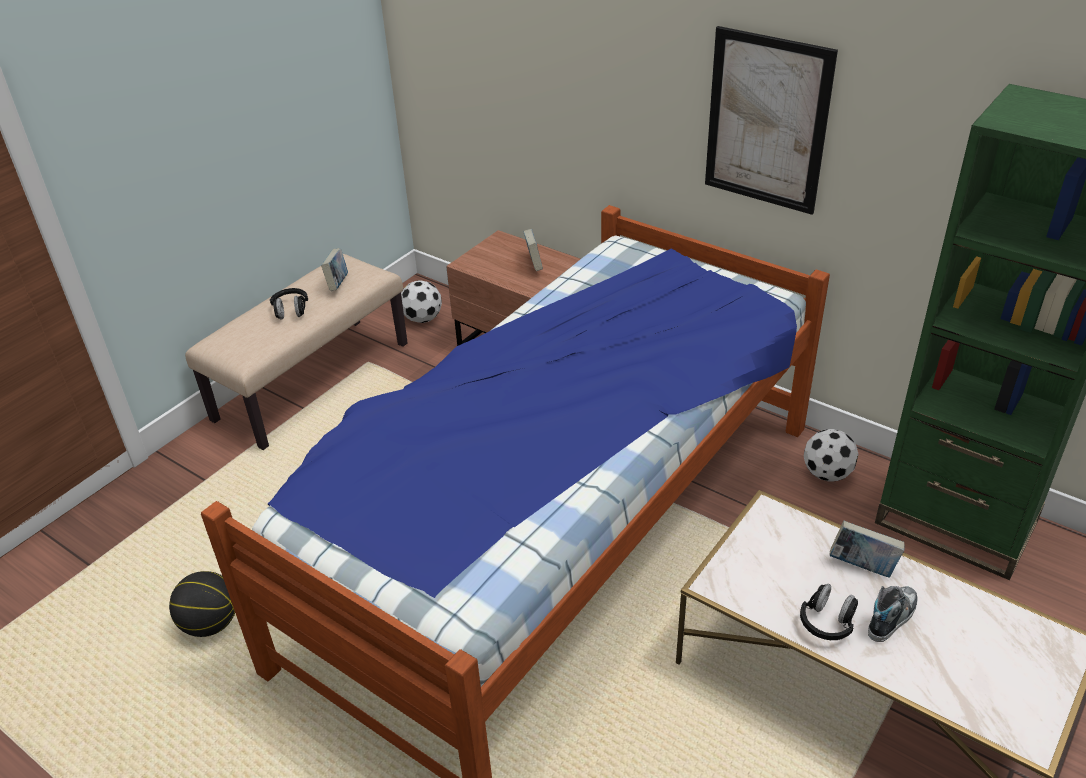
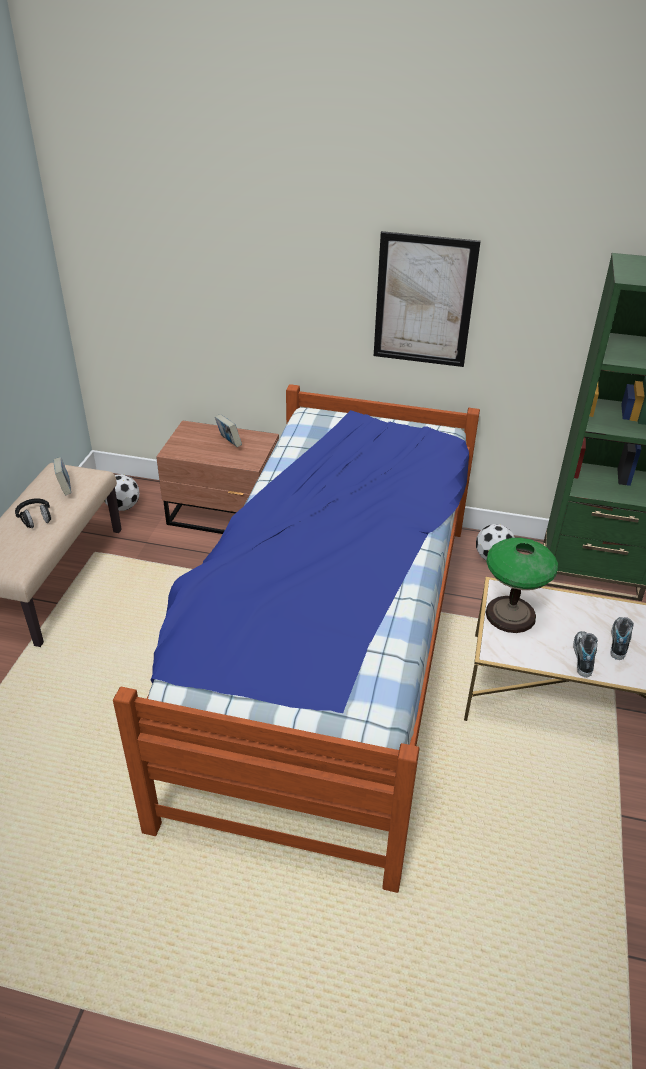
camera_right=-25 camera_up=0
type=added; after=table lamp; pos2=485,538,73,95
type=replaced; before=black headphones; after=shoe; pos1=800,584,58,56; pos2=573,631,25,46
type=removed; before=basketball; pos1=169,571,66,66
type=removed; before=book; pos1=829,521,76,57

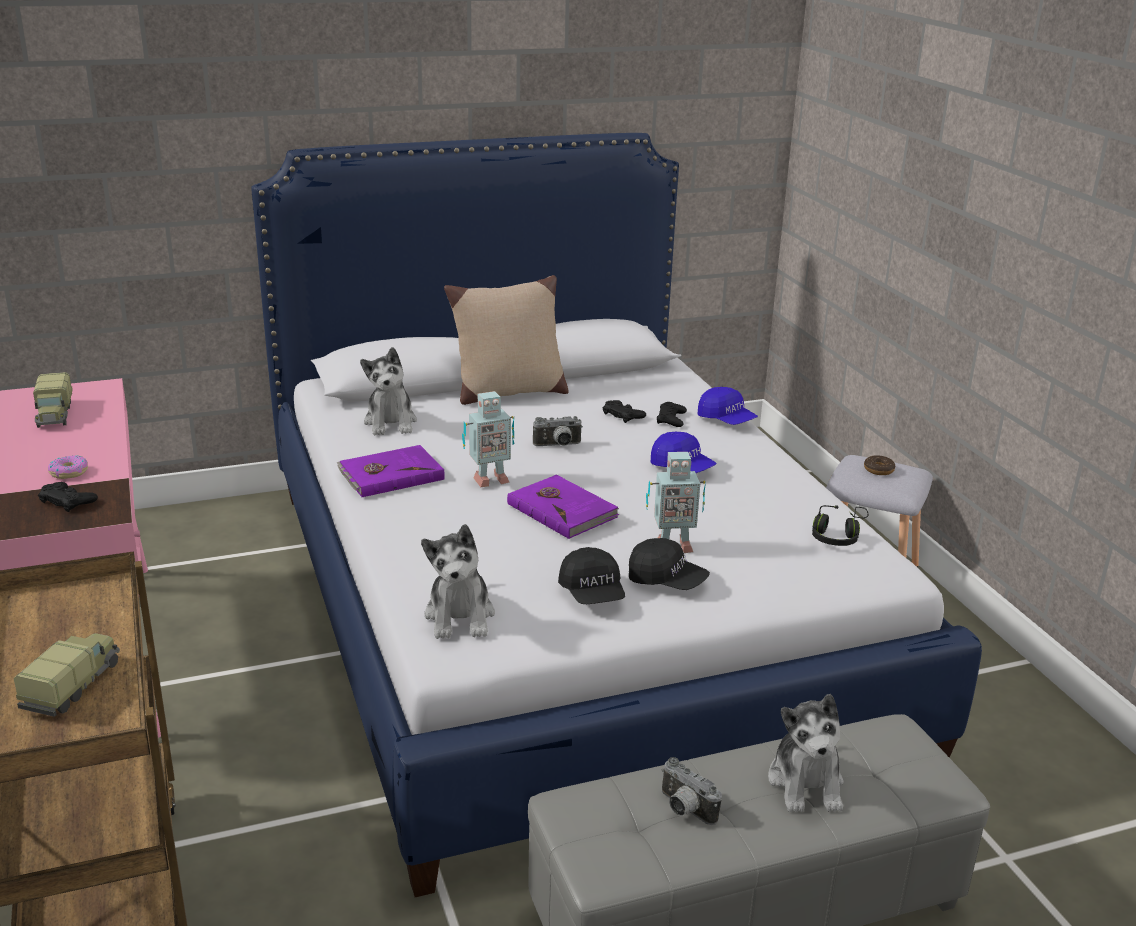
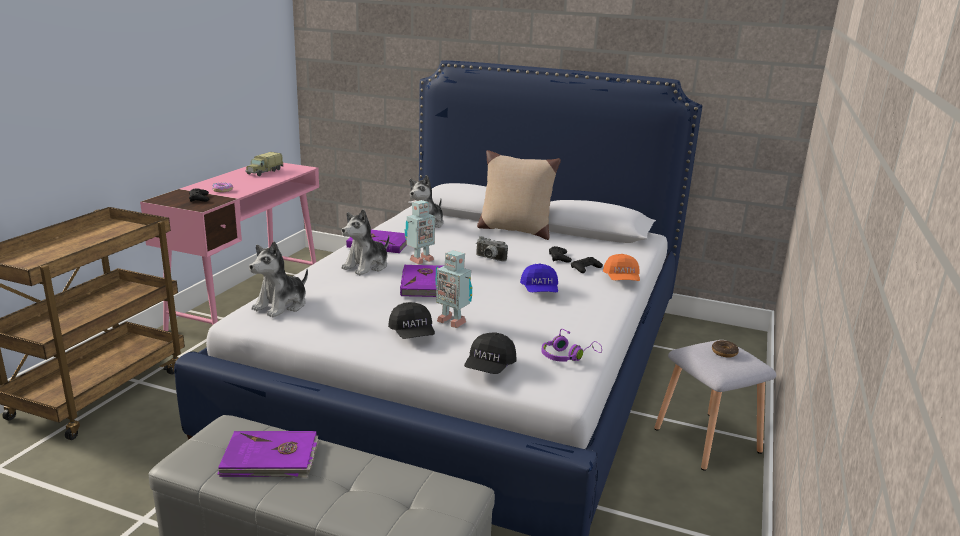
camera_right=40 camera_up=-5
type=replaced; before=photo camera; after=purple book; pos1=662,757,60,68; pos2=217,431,102,46
type=moved; before=plush toy; pos1=768,694,76,118; pos2=341,209,48,66
type=turned; before=toy robot; pos1=462,391,52,96; pos2=405,200,30,64; turn=-60
type=moved; before=black cap; pos1=558,547,67,57; pos2=464,333,52,41
type=recoloured; before=black headphones; after=purple headphones; pos1=812,505,57,41; pos2=541,329,61,33
type=recoloured; before=blue cap; after=orange cap; pos1=698,387,60,38; pos2=603,254,37,27
type=removed; before=toy truck; pos1=14,633,106,84

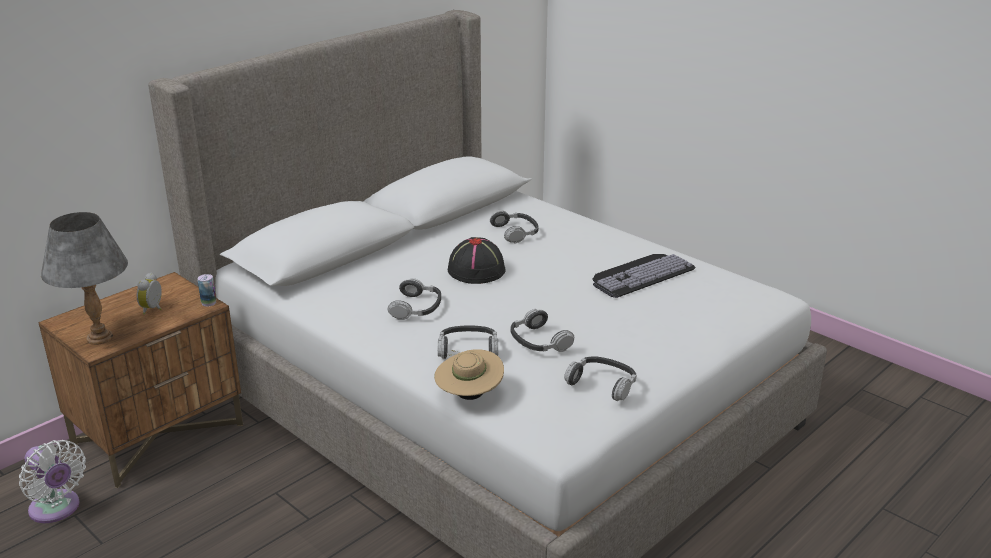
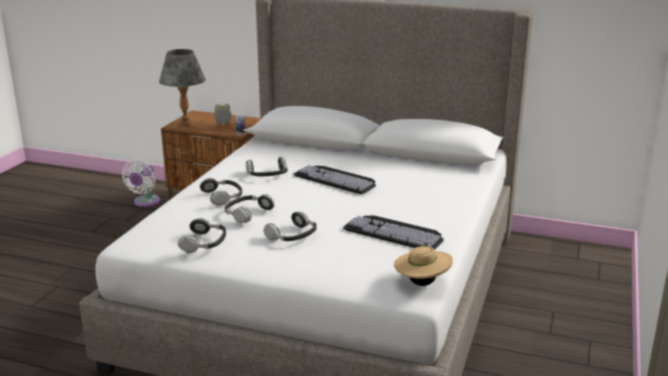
camera_right=65 camera_up=-5
type=moved; before=headphones; pos1=490,210,49,33; pos2=263,211,54,30
type=replaced; before=black hat; after=keyboard; pos1=448,237,58,47; pos2=293,165,83,29
type=moved; before=beige hat; pos1=434,349,70,51; pos2=394,241,59,45

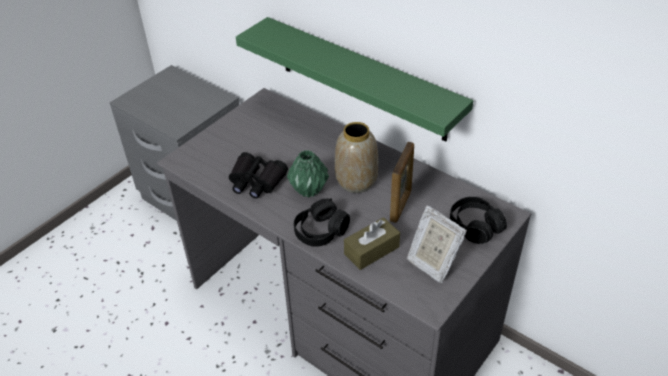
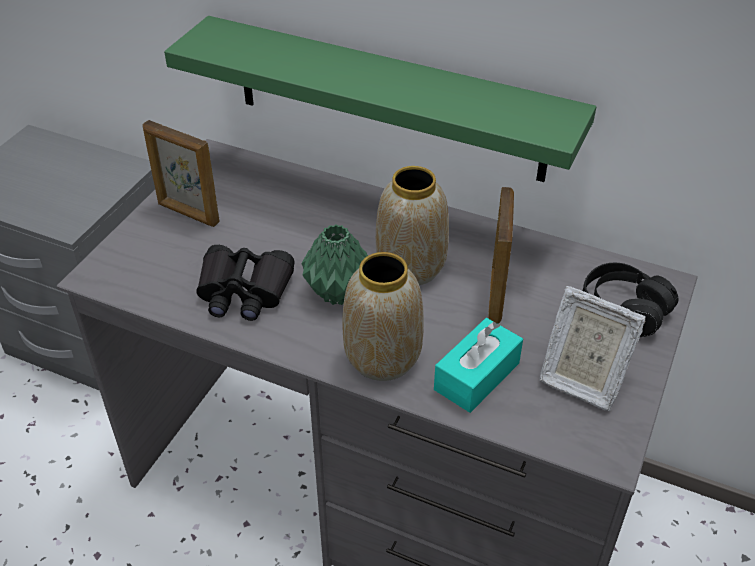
camera_right=-15 camera_up=0
type=added; after=picture frame; pos2=143,120,77,107
type=replaced; before=black headphones; after=vase; pos1=294,198,56,49; pos2=342,252,82,129
type=recoloured; before=brown tissue box; after=turquoise tissue box; pos1=344,217,56,53; pos2=434,318,89,95

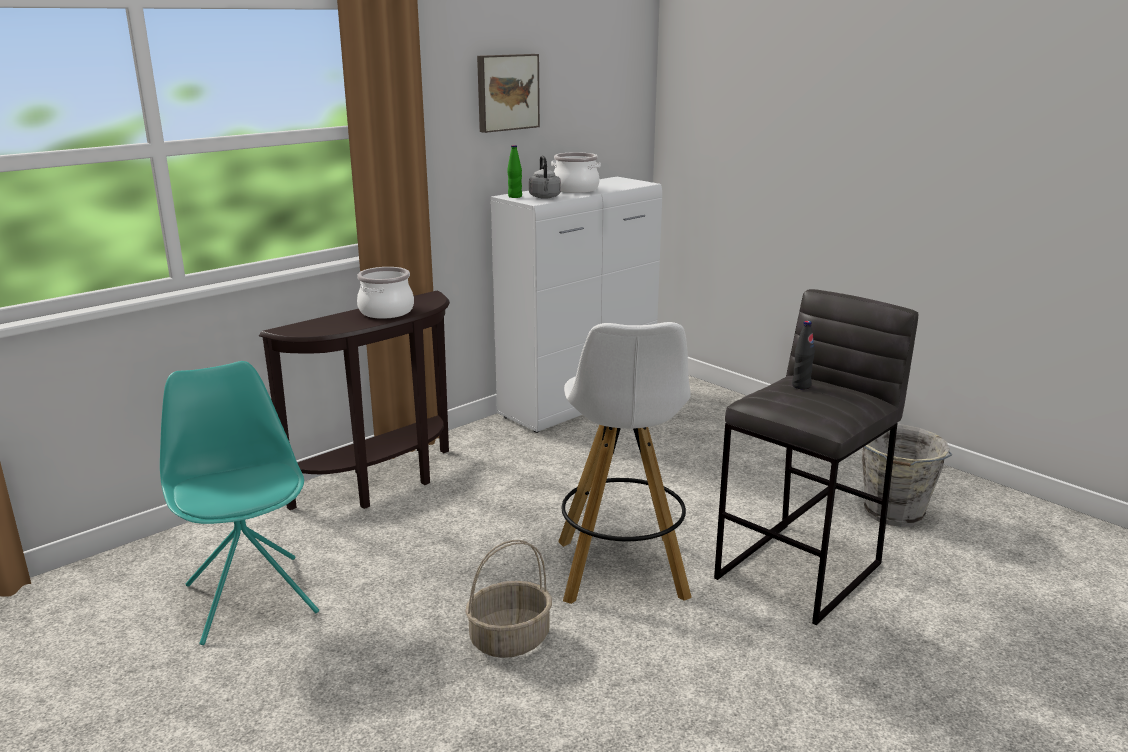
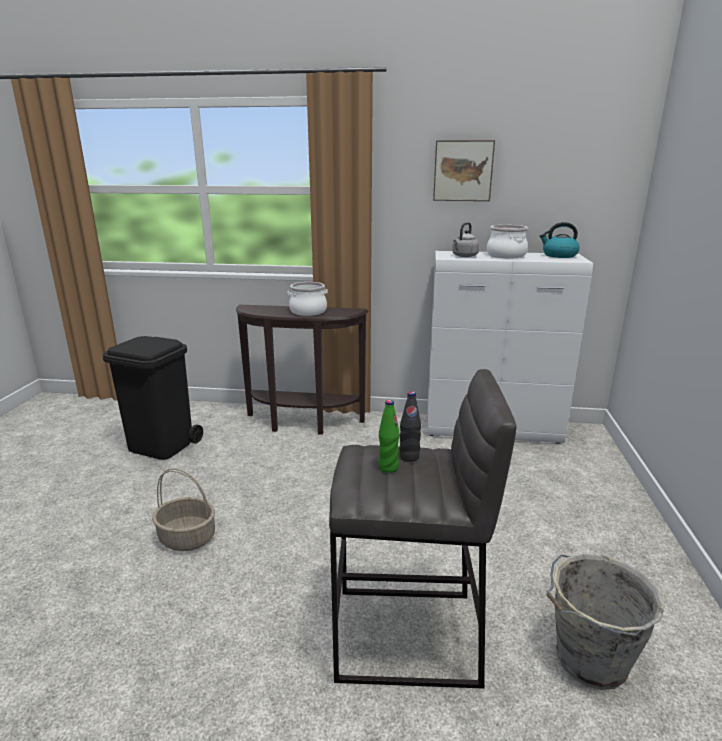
camera_right=50 camera_up=0
type=replaced; before=turquoise chair; after=black trash can; pos1=160,361,159,284; pos2=103,336,100,124
type=moved; before=green bottle; pos1=507,145,15,53; pos2=378,400,22,73
type=added; after=kettle; pos2=540,222,40,36
type=removed; before=white stool; pos1=558,322,134,282

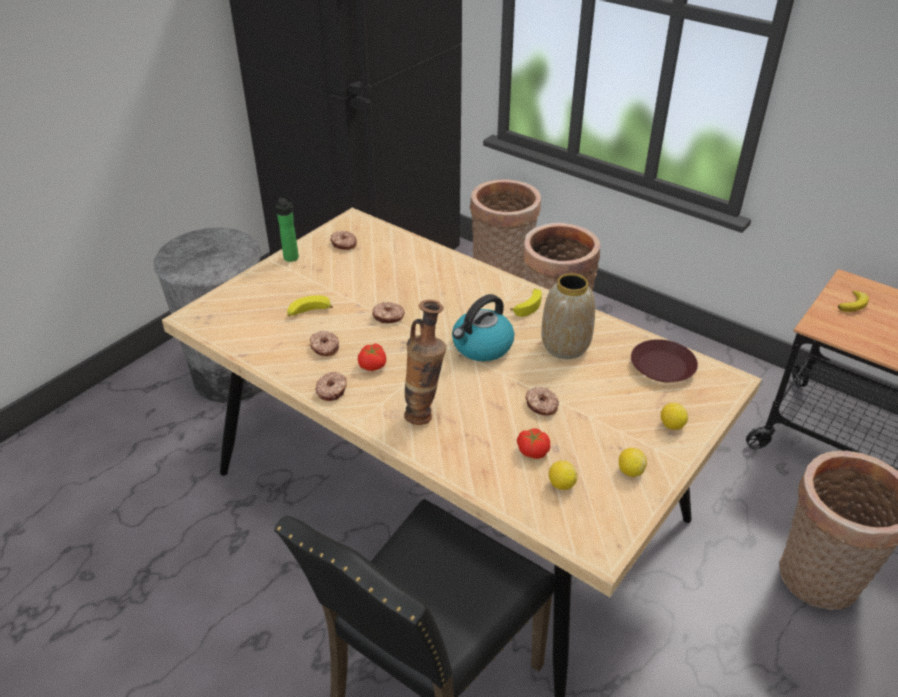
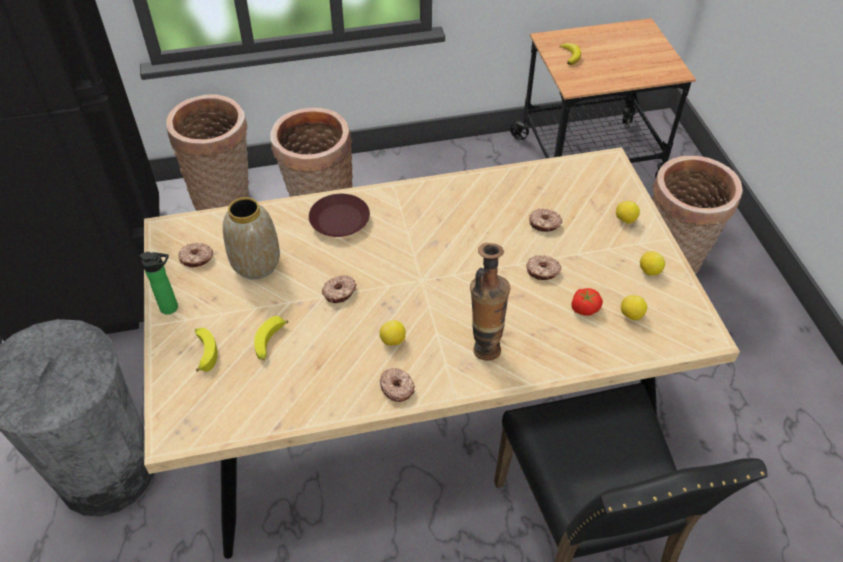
camera_right=-50 camera_up=10
type=moved; before=banana; pos1=510,289,32,28; pos2=195,328,23,44
type=moved; before=vase; pos1=541,273,54,86; pos2=223,197,57,83
type=moved; before=brown plate; pos1=631,339,67,43; pos2=309,194,61,43
type=replaced; before=tomato; after=lemon; pos1=358,344,28,27; pos2=380,320,26,26
type=moved; before=donut; pos1=310,331,29,25; pos2=529,209,33,23
type=removed; before=kettle; pos1=452,294,62,67

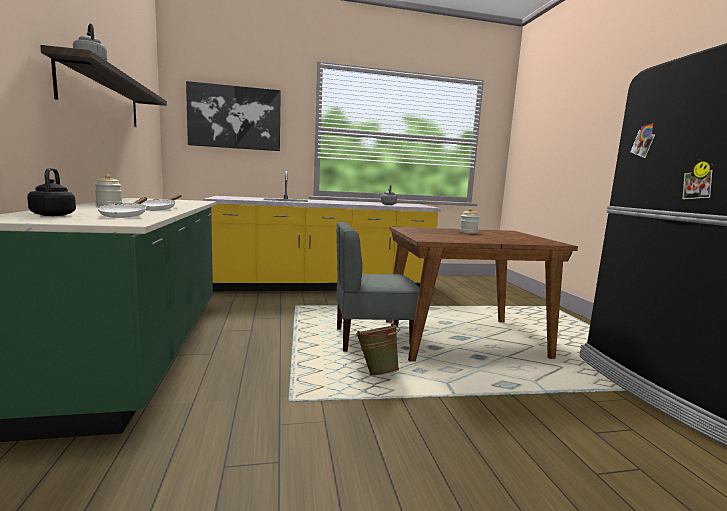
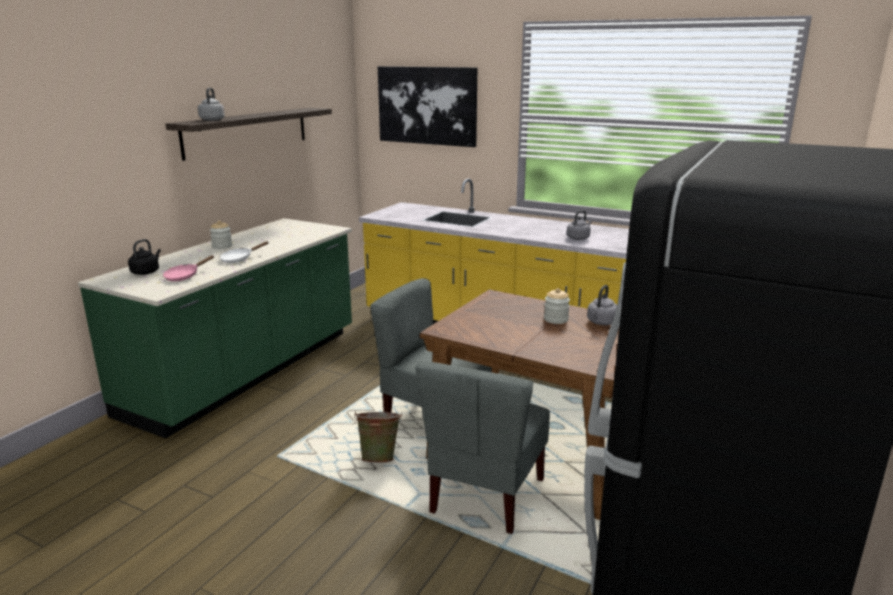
camera_right=40 camera_up=10
type=recoloured; before=white frying pan; after=pink frying pan; pos1=98,197,49,21; pos2=163,255,51,27
type=added; after=grey chair; pos2=415,361,135,173
type=added; after=grey kettle; pos2=587,285,30,40

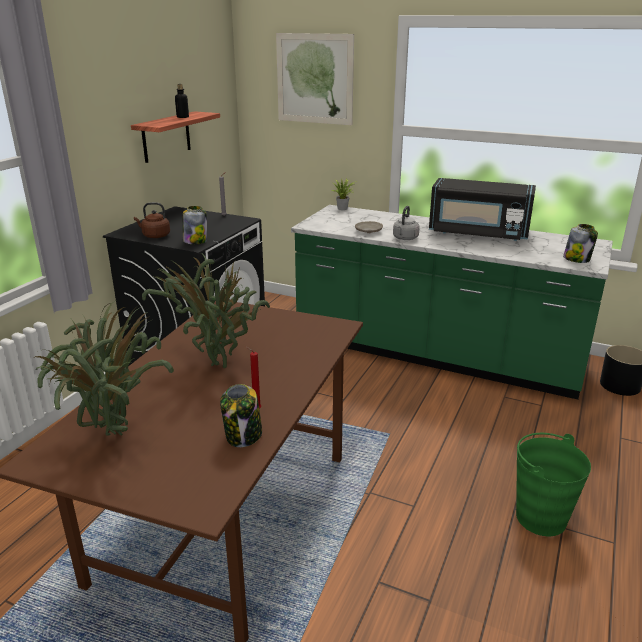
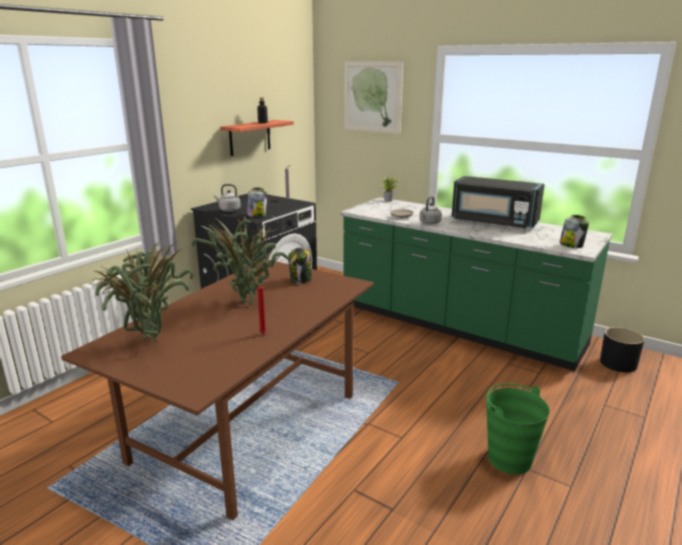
camera_right=10 camera_up=-5
type=recoloured; before=brown kettle; after=grey kettle; pos1=134,202,36,36; pos2=214,184,27,28
type=moved; before=jar; pos1=220,384,42,63; pos2=288,247,24,37

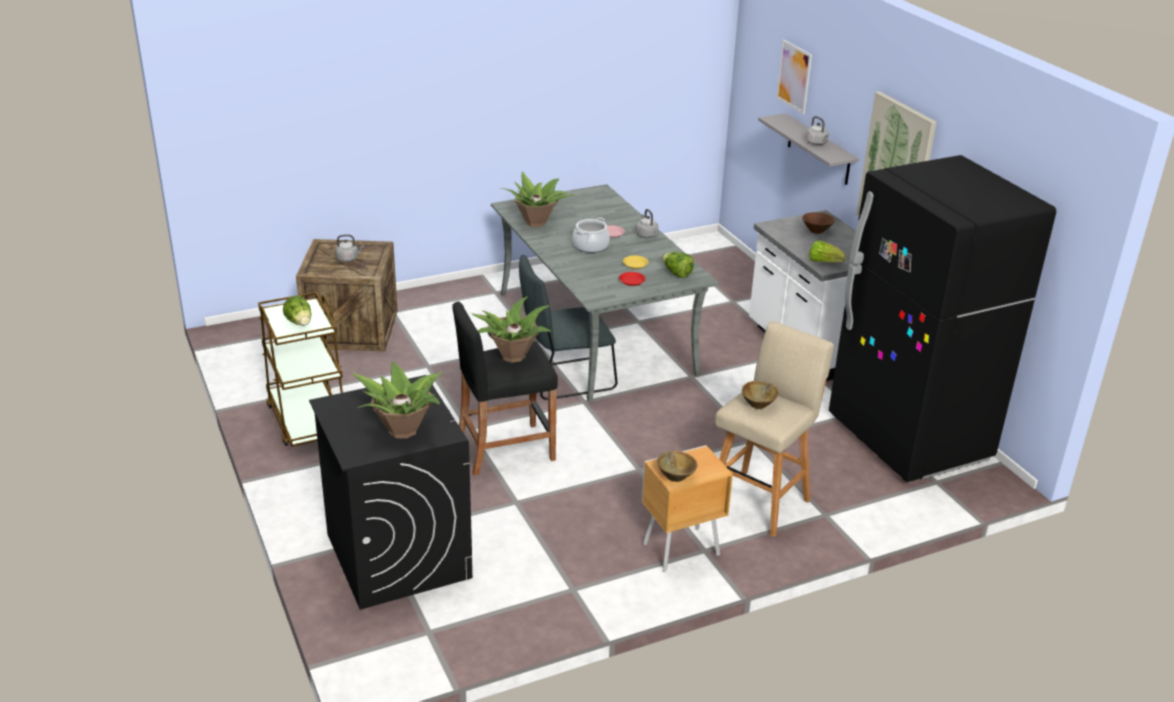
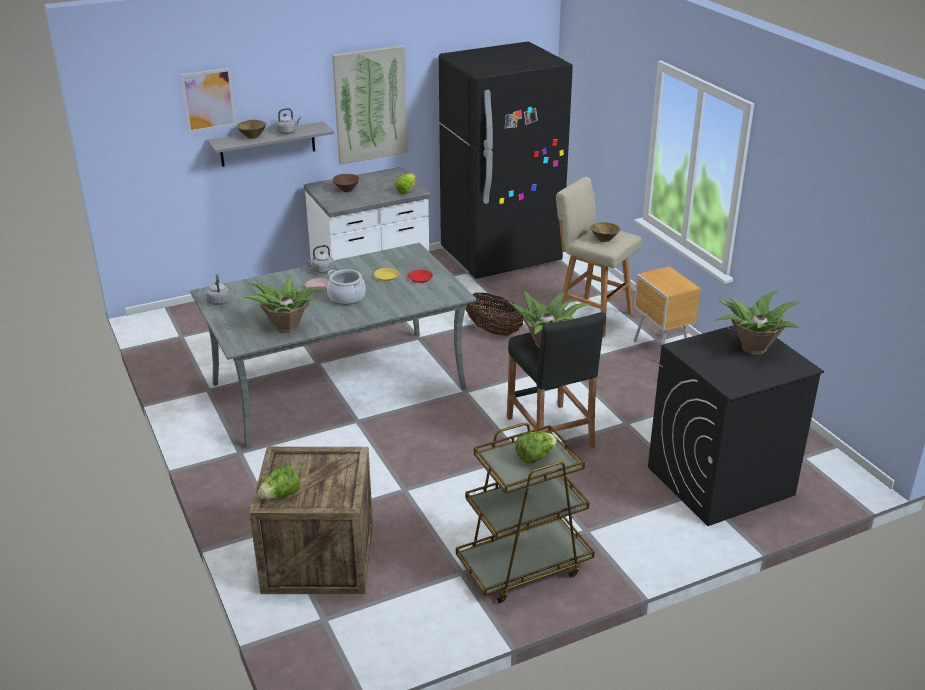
camera_right=-90 camera_up=0
type=moved; before=grey kettle; pos1=335,235,29,27; pos2=206,274,24,31
type=moved; before=brown bowl; pos1=657,451,41,31; pos2=237,120,29,19
type=moved; before=lettuce; pos1=662,252,32,26; pos2=258,465,42,34
type=added; after=basket; pos2=465,292,59,44
type=removed; before=grey chair; pos1=519,255,99,145

